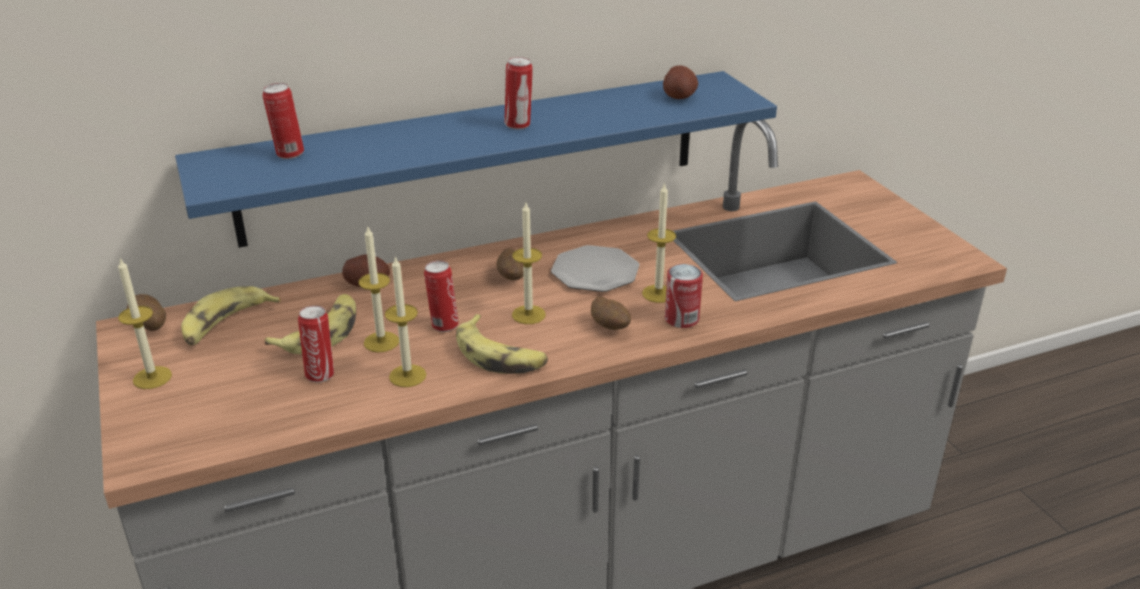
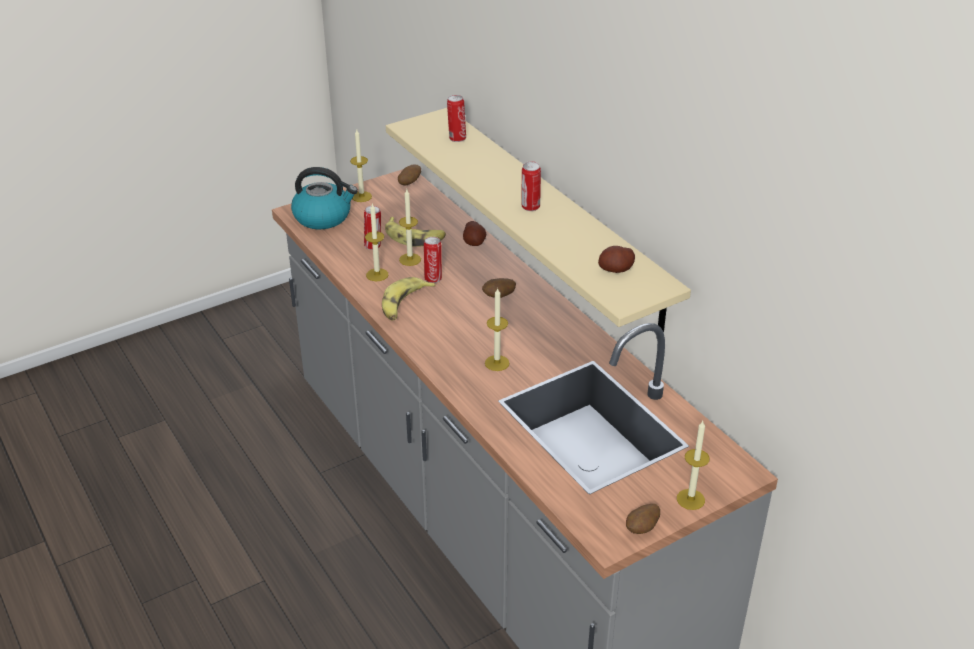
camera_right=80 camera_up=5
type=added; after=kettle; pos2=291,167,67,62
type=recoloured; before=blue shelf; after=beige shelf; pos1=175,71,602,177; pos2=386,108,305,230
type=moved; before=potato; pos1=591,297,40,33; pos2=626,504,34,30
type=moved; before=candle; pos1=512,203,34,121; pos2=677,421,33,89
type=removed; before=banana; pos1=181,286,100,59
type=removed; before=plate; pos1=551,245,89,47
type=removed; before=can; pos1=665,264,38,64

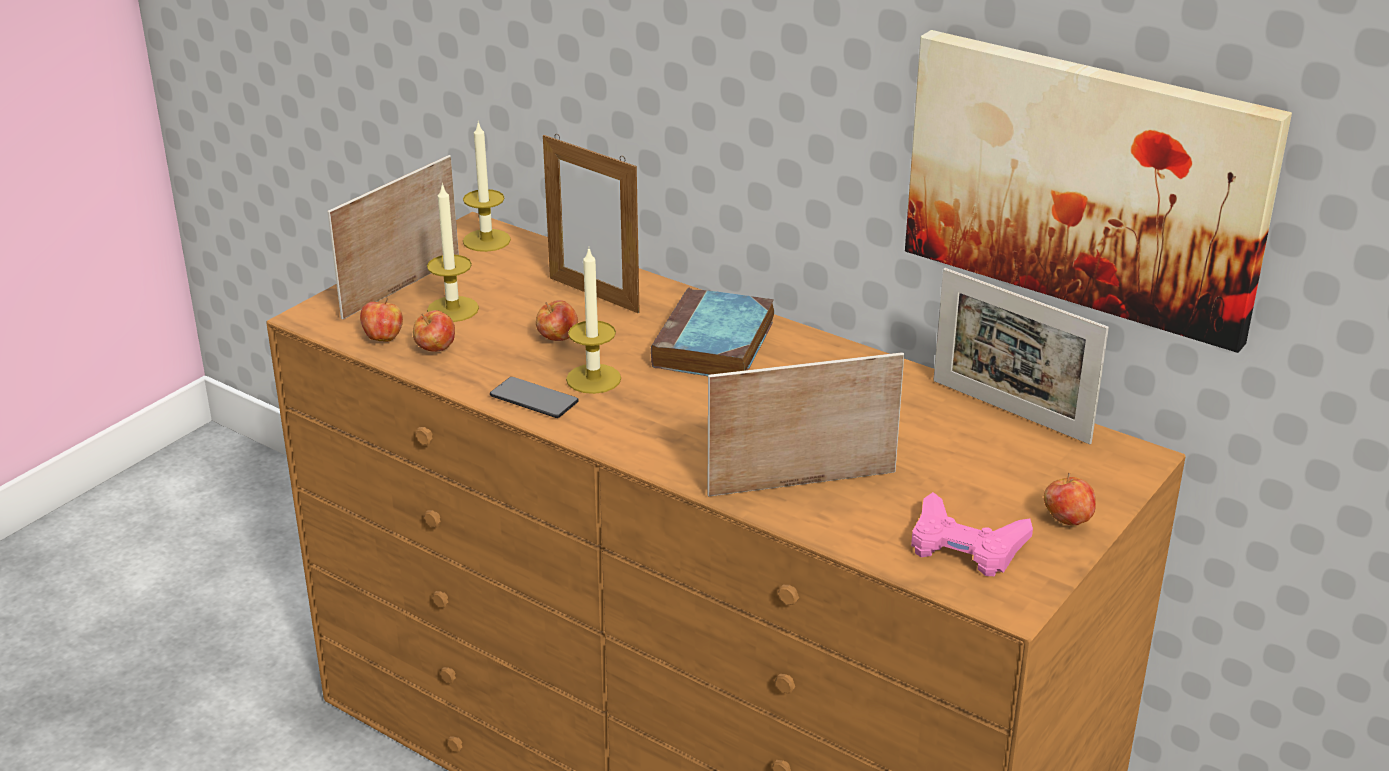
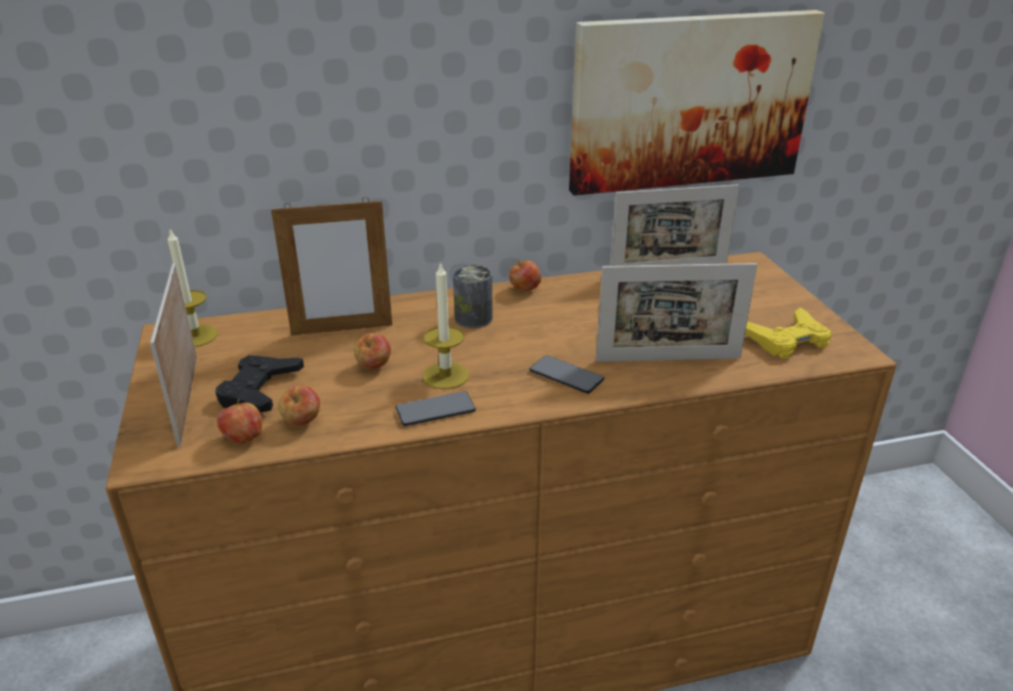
camera_right=-50 camera_up=0
type=replaced; before=candle; after=black game controller; pos1=427,183,52,139; pos2=216,355,88,58
type=replaced; before=book; after=can; pos1=651,288,123,88; pos2=453,265,40,63
type=moved; before=apple; pos1=1044,473,52,52; pos2=509,260,32,31
type=added; after=phone; pos2=529,355,75,39
type=turned; before=picture frame; pos1=707,352,197,144; pos2=596,263,161,99; turn=-120
type=recoloured; before=pink game controller; after=yellow game controller; pos1=911,492,122,84; pos2=745,308,87,50

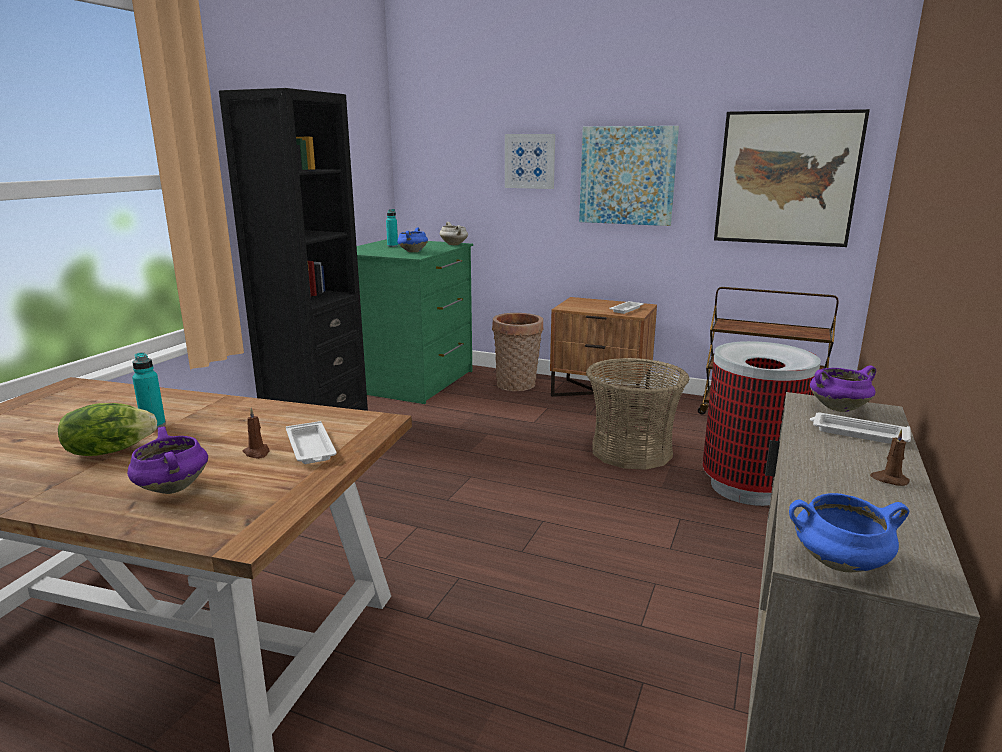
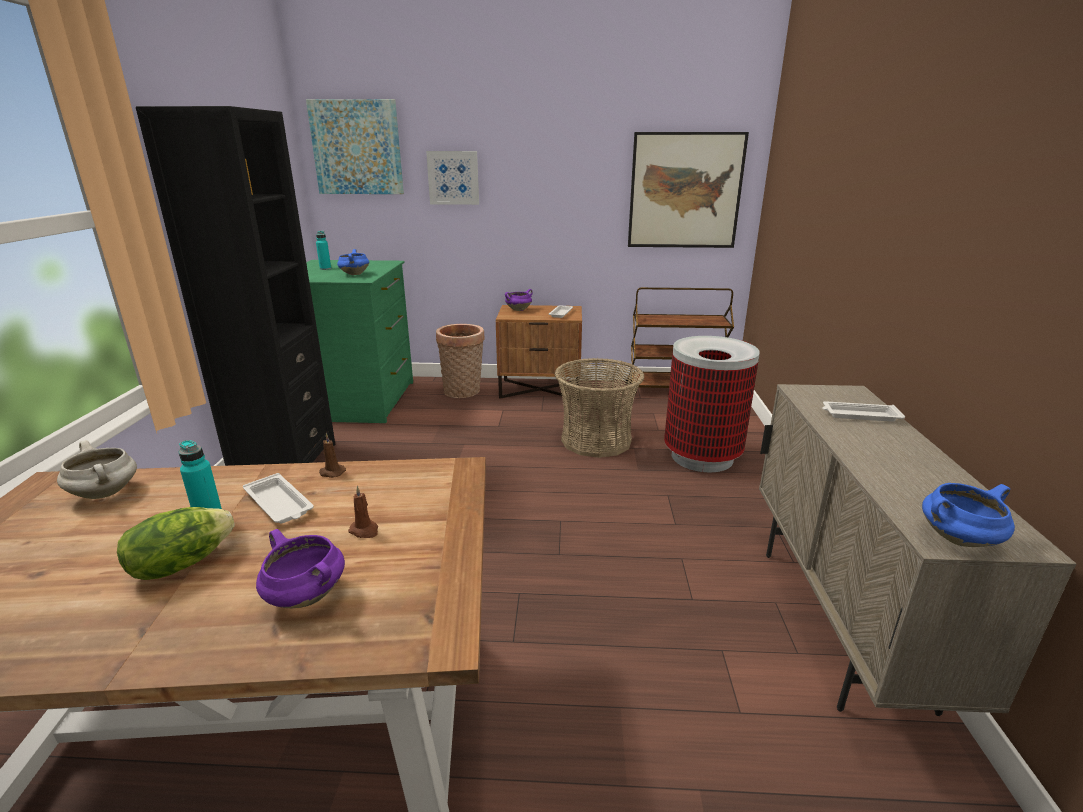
camera_right=-20 camera_up=5
type=moved; before=white cooking pot; pos1=440,222,28,23; pos2=57,440,80,59
type=moved; before=white tray; pos1=286,421,50,43; pos2=243,473,71,50
type=moved; before=picture; pos1=579,126,100,100; pos2=306,99,98,95
type=moved; before=brown candle; pos1=870,429,40,57; pos2=319,433,27,45
type=moved; before=purple cooking pot; pos1=810,365,66,47; pos2=505,289,28,22

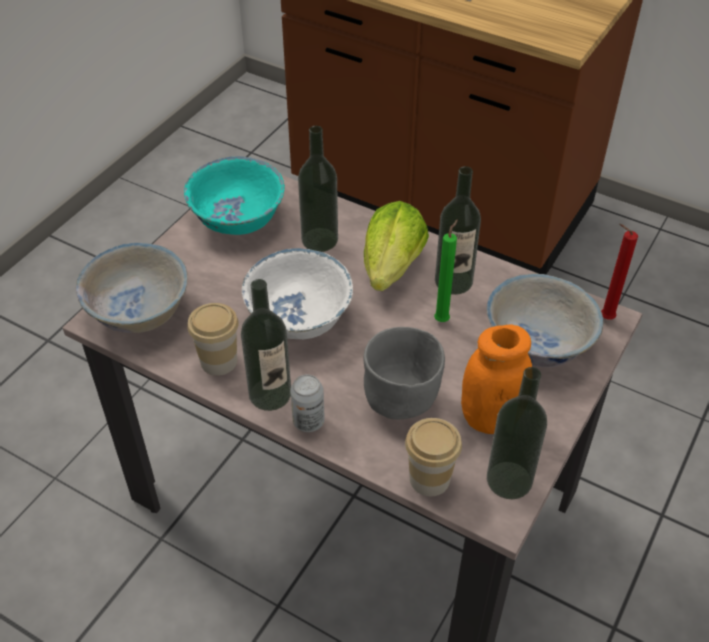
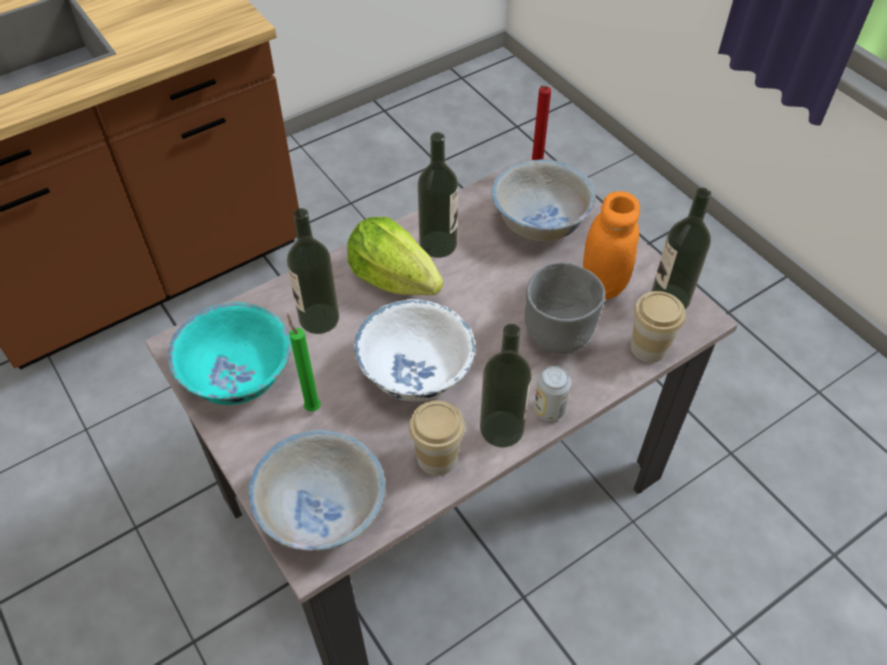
camera_right=-65 camera_up=5
type=moved; before=green candle; pos1=434,219,24,103; pos2=287,313,34,99

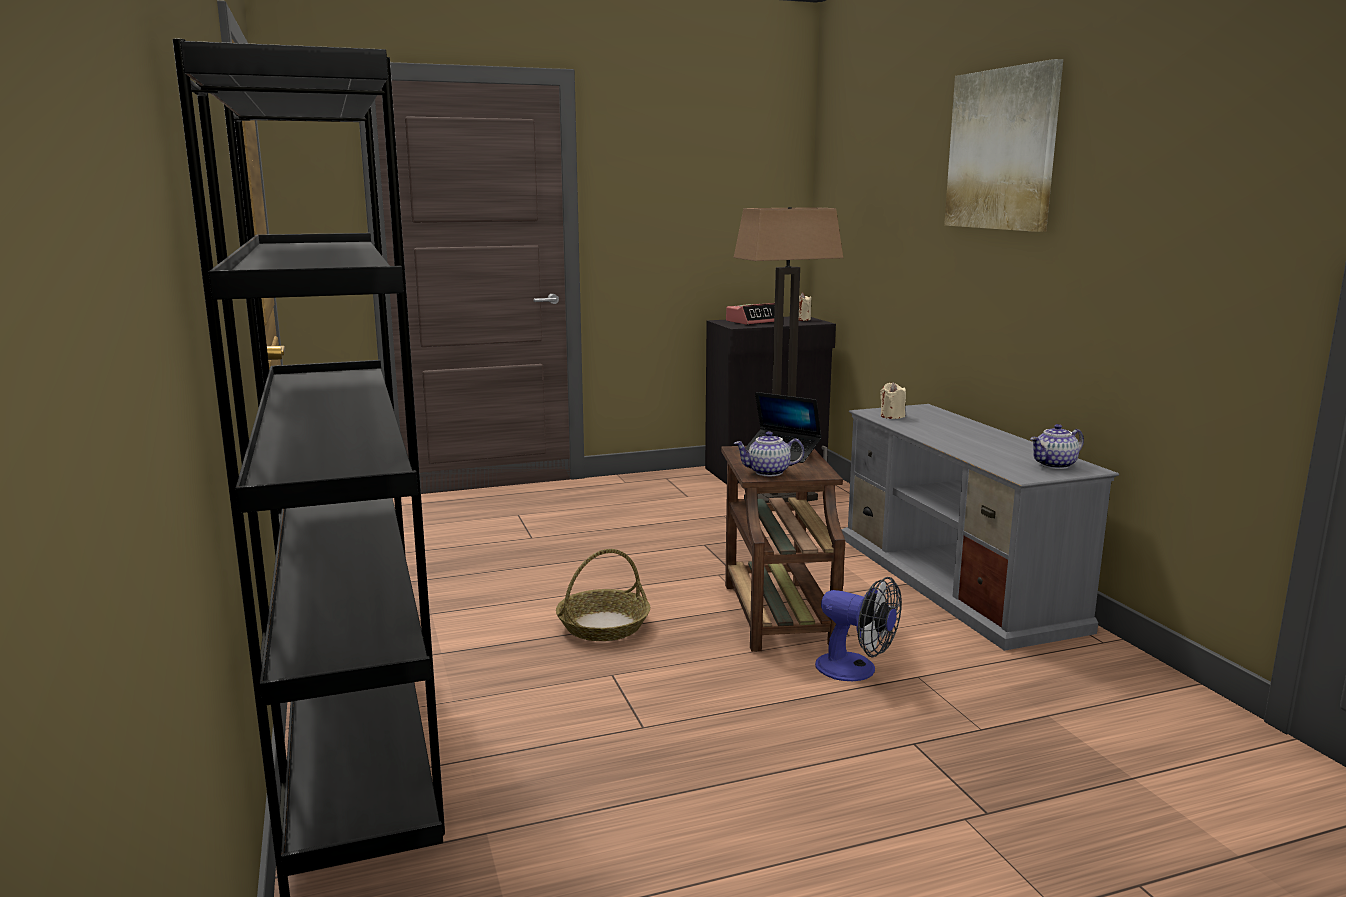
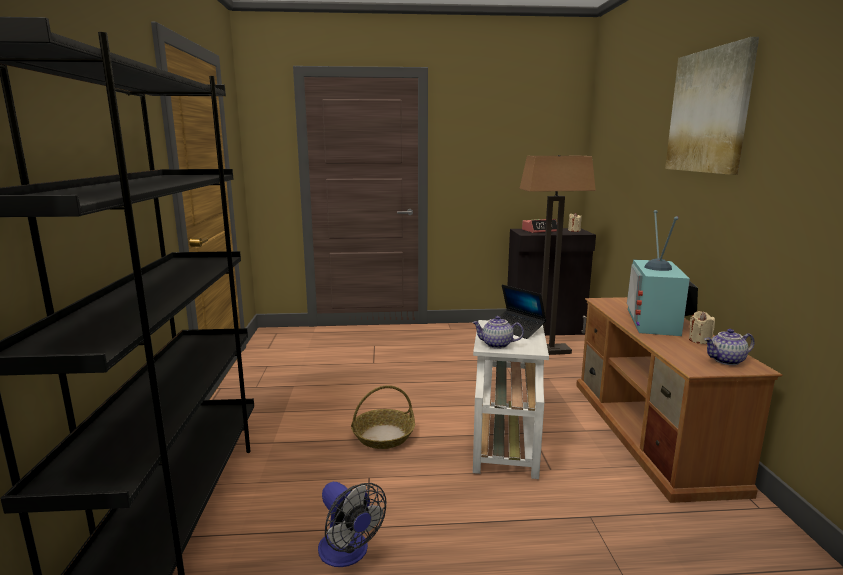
camera_right=15 camera_up=0
type=moved; before=fan; pos1=815,577,87,104; pos2=318,482,68,85
type=recoloured; before=brown side table; after=white side table; pos1=721,446,124,206; pos2=473,320,76,159
type=recoloured; before=grey tv stand; after=brown tv stand; pos1=841,404,278,247; pos2=576,297,207,206
type=added; after=television; pos2=627,210,71,126
type=moved; before=beige candle; pos1=880,382,26,37; pos2=689,311,26,33

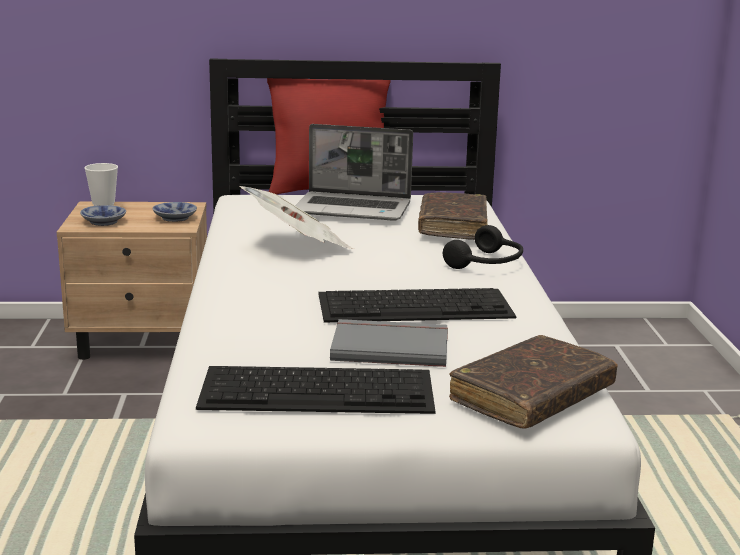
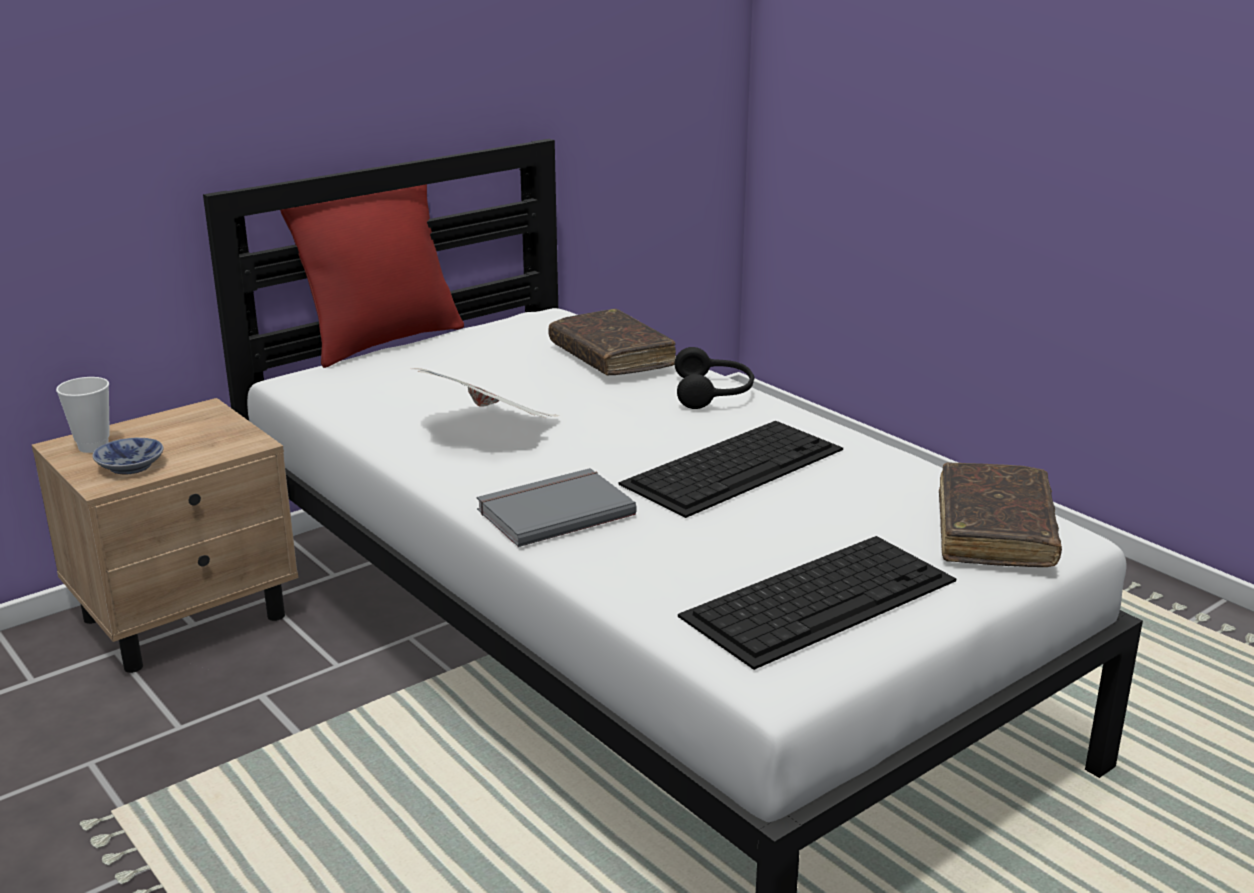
camera_right=-35 camera_up=5
type=moved; before=grey book; pos1=330,319,118,48; pos2=477,468,159,79
type=removed; before=bowl; pos1=152,202,45,20
type=removed; before=laptop; pos1=295,124,118,97

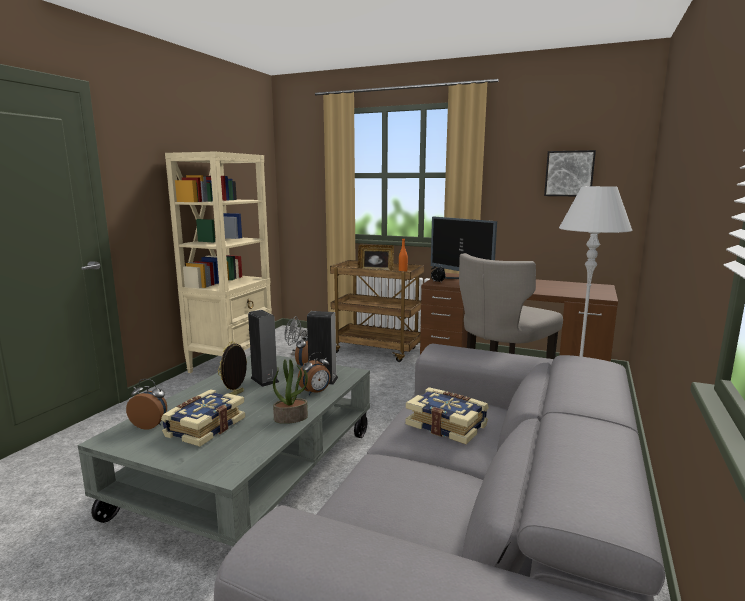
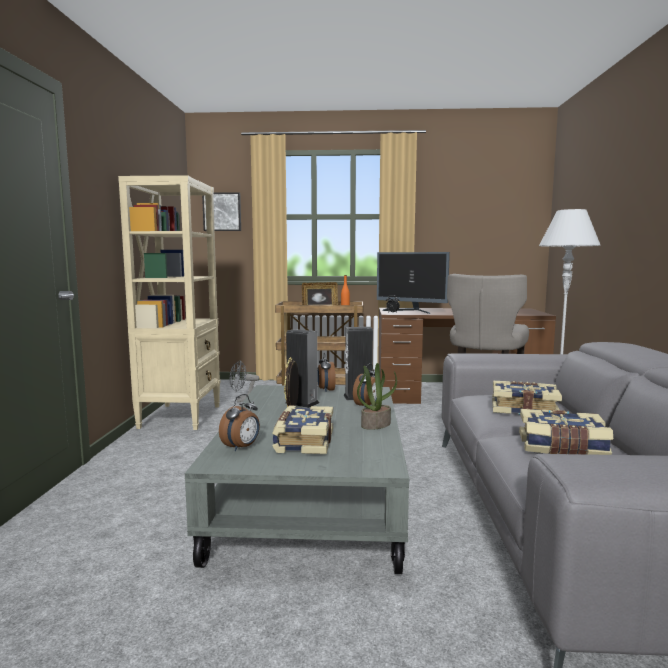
camera_right=-20 camera_up=-5
type=moved; before=picture; pos1=544,150,52,46; pos2=202,192,39,39
type=turned; before=alarm clock; pos1=126,379,41,51; pos2=219,394,41,57; turn=135
type=added; after=book; pos2=519,409,94,46

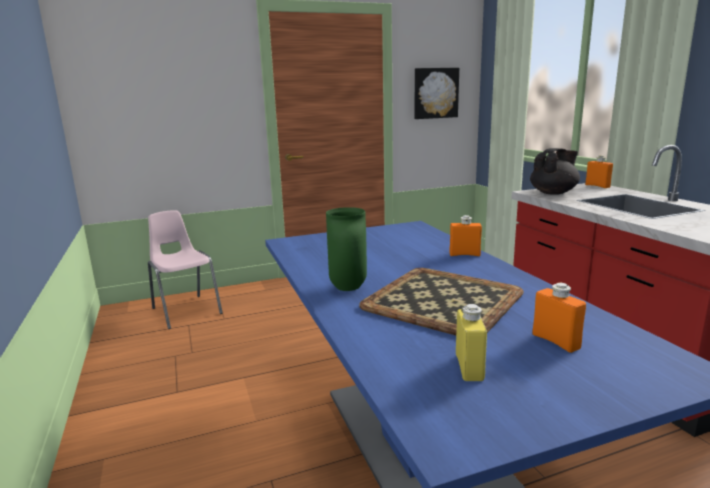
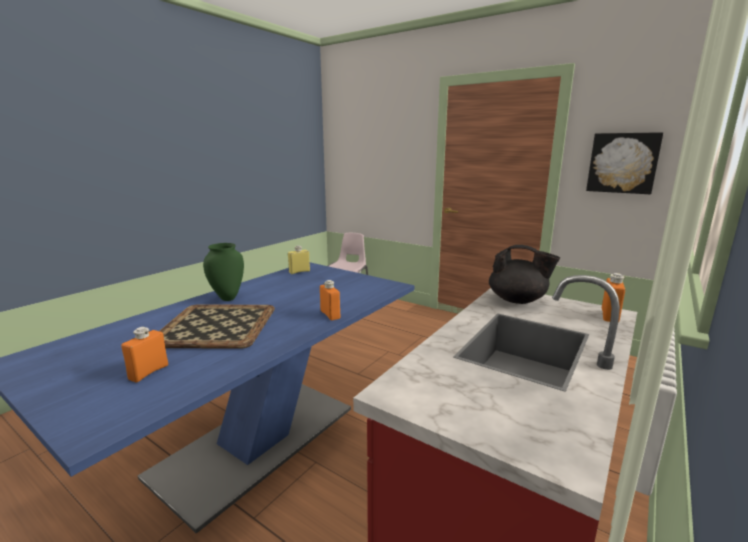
camera_right=55 camera_up=0
type=moved; before=yellow bottle; pos1=456,304,31,77; pos2=288,245,22,29

